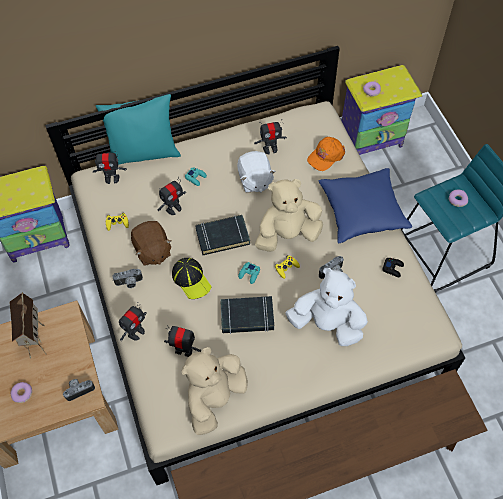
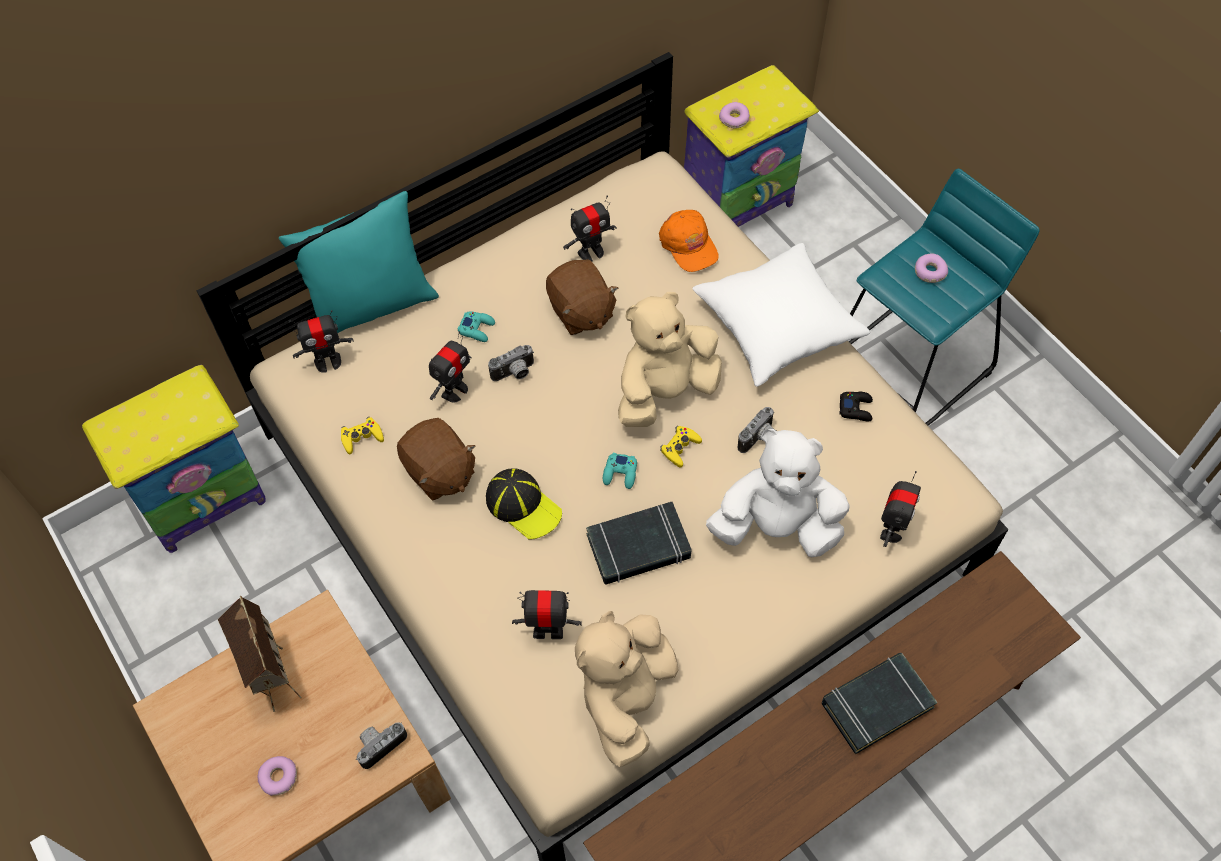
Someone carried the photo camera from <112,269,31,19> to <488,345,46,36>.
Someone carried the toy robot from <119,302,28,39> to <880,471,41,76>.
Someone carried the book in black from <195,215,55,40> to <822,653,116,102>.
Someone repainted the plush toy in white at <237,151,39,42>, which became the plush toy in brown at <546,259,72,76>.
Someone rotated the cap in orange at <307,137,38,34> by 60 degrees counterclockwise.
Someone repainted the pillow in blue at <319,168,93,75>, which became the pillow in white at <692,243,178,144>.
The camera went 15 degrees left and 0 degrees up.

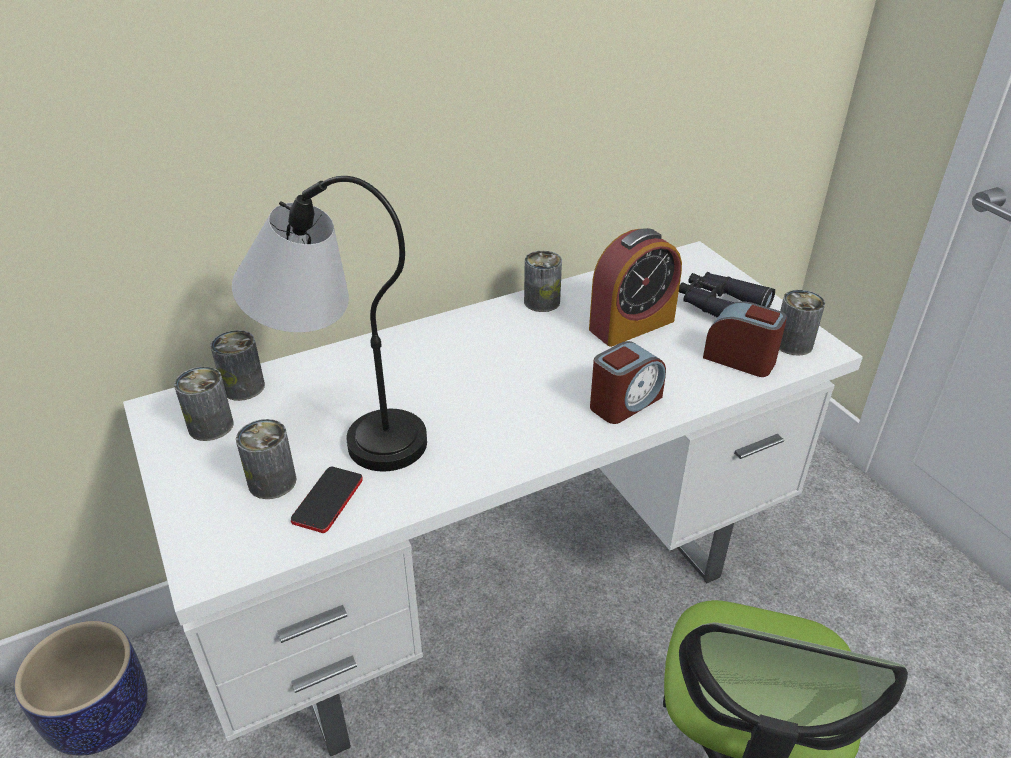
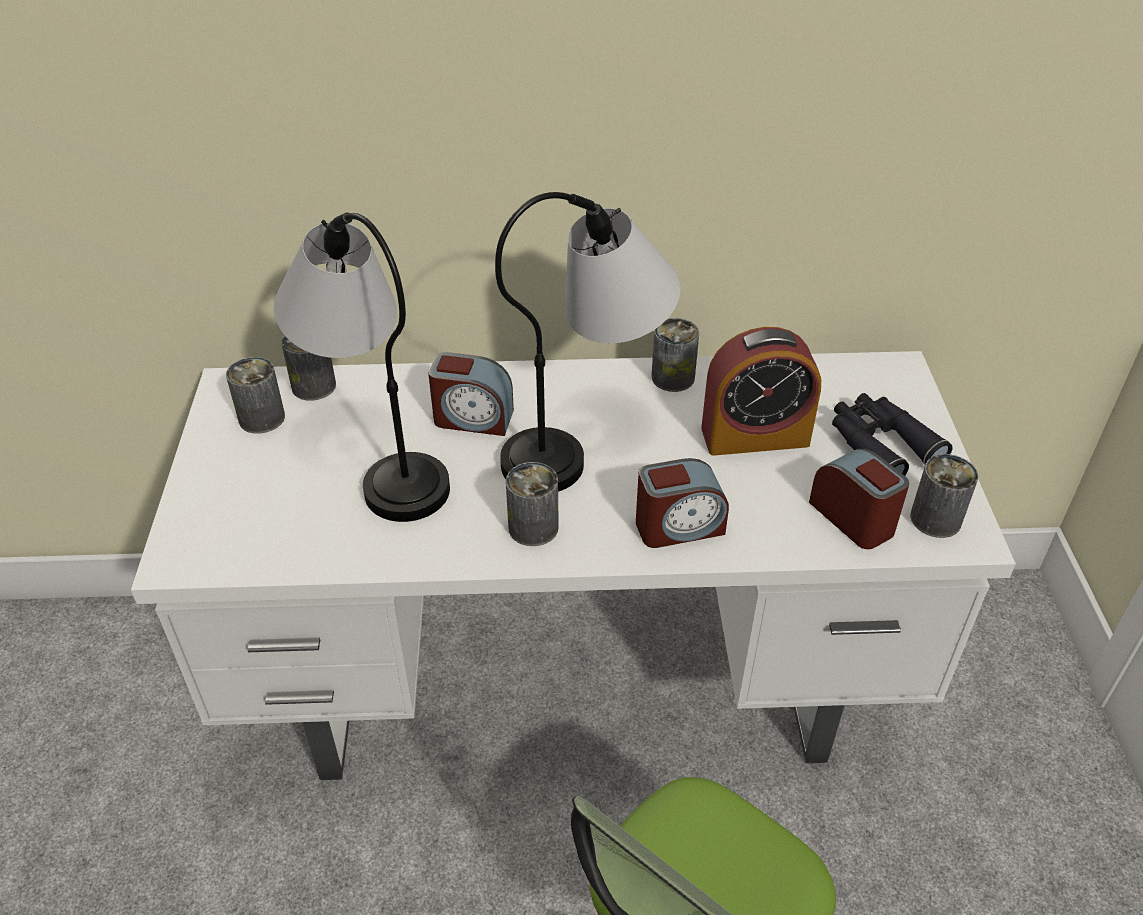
Someone took away the planter at <14,621,134,135>.
Someone carried the can from <236,419,61,80> to <506,462,53,84>.
Someone took away the phone at <291,466,72,67>.
Someone put down the alarm clock at <428,352,86,84>.
Someone put down the table lamp at <495,192,186,300>.
The camera went 25 degrees right and 5 degrees up.

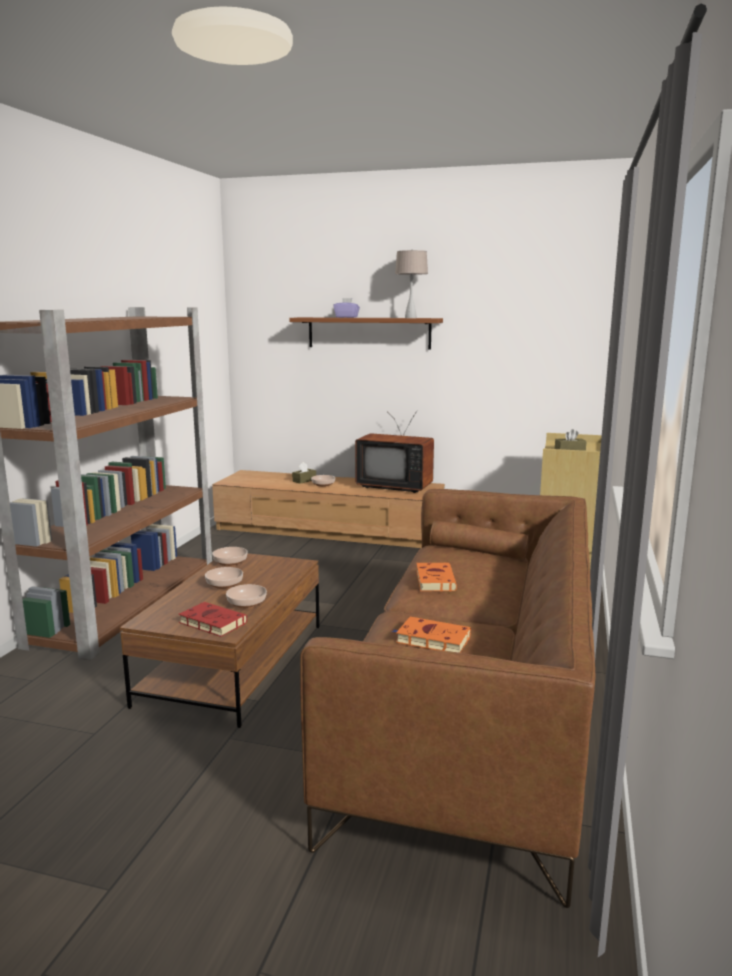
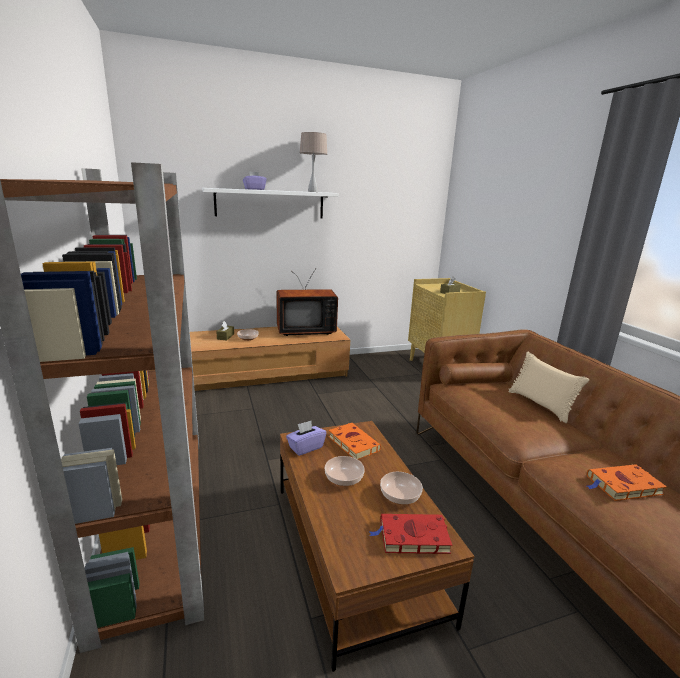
Someone swapped the bowl at <212,547,36,19> for the tissue box in purple at <286,421,41,35>.
Someone repainted the shelf in brown at <289,317,154,33>, which became the shelf in white at <203,188,136,30>.
Someone carried the book in orange from <416,563,41,29> to <328,423,53,36>.
Someone put down the pillow in beige at <509,352,80,71>.
The camera went 35 degrees left and 5 degrees up.

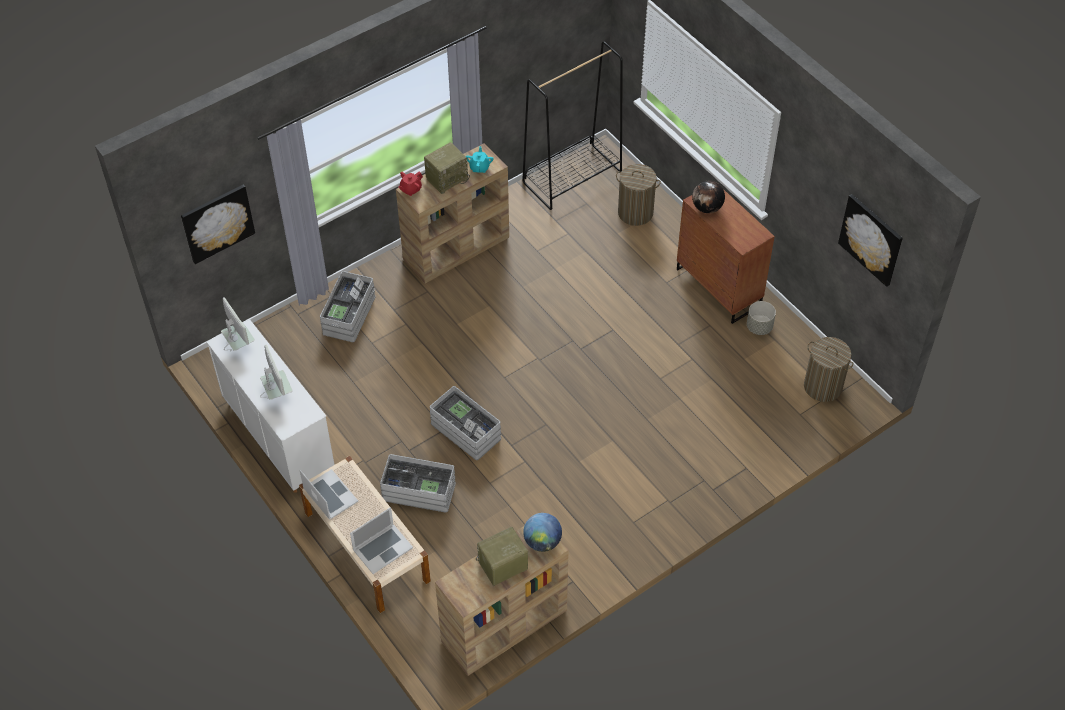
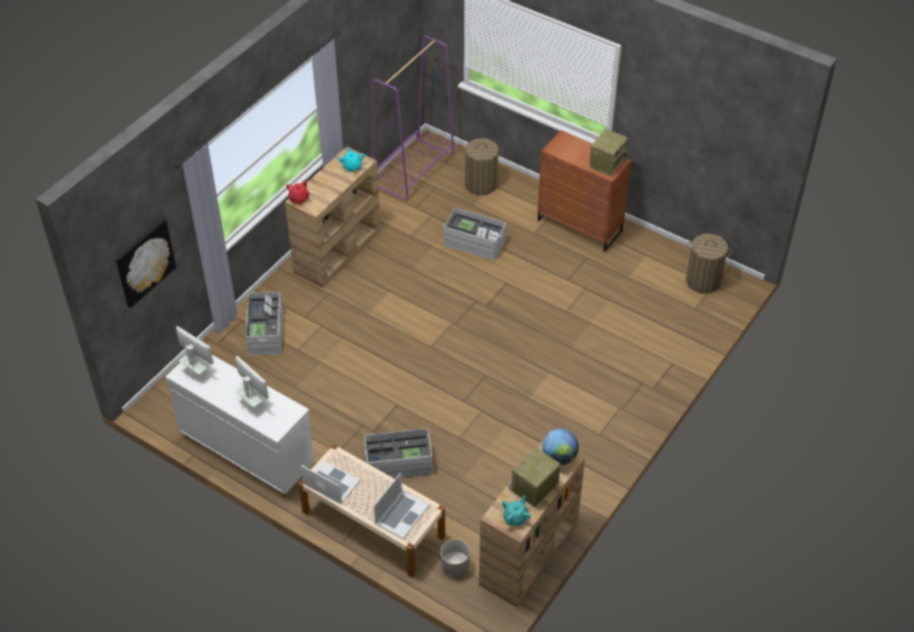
Someone carried the radio from <424,142,46,52> to <590,129,38,47>.
Someone carried the storage box in grey from <430,386,71,74> to <443,208,63,52>.
Someone repainted the clothes rack in black at <522,41,101,169>, which became the clothes rack in purple at <372,35,82,165>.
Someone took away the globe at <692,181,33,32>.
Someone carried the planter in grey from <747,301,29,34> to <441,539,29,38>.
Someone took away the picture at <838,194,65,93>.
Someone put down the teapot in turquoise at <502,496,29,31>.
The camera went 20 degrees left and 5 degrees down.

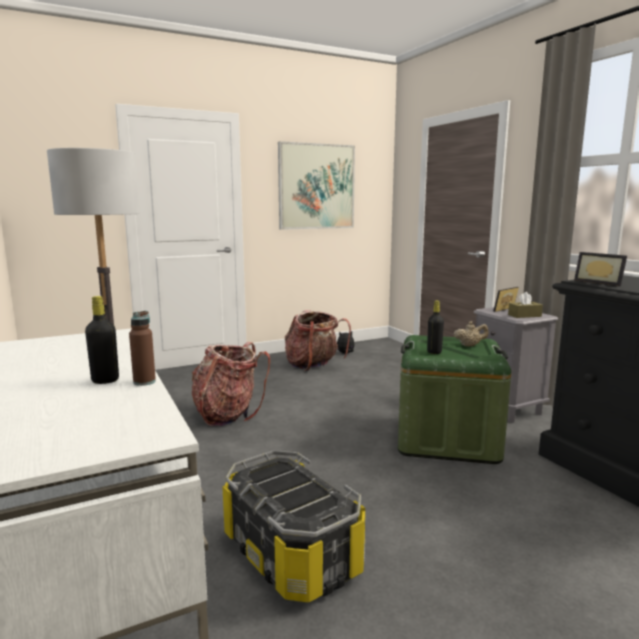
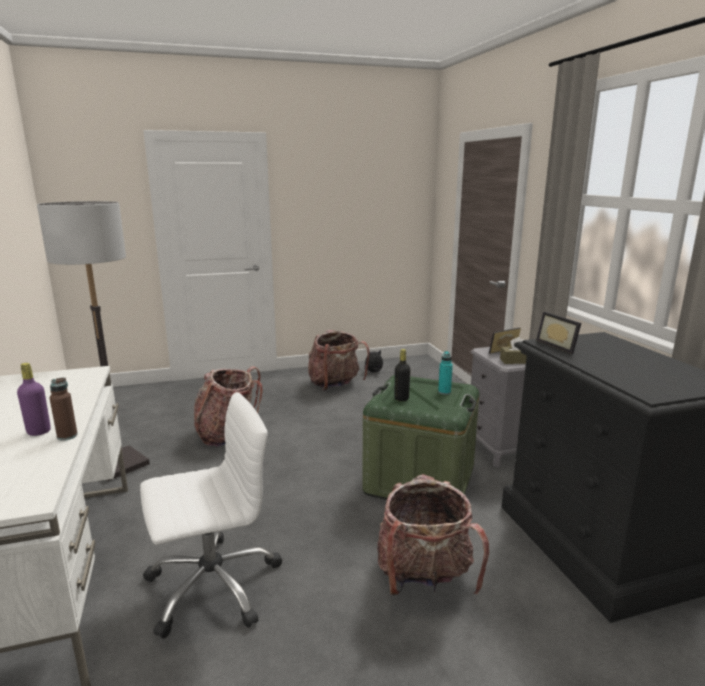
Someone repainted the bottle in black at <85,296,34,88>, which became the bottle in purple at <17,363,34,73>.
Someone swapped the storage box at <222,450,143,152> for the office chair in white at <140,392,142,246>.
Someone took away the picture at <278,141,77,89>.
Someone swapped the teapot in beige at <454,321,34,26> for the bottle in turquoise at <438,351,15,44>.
Someone put down the backpack at <377,474,112,121>.
The camera went 10 degrees right and 5 degrees up.

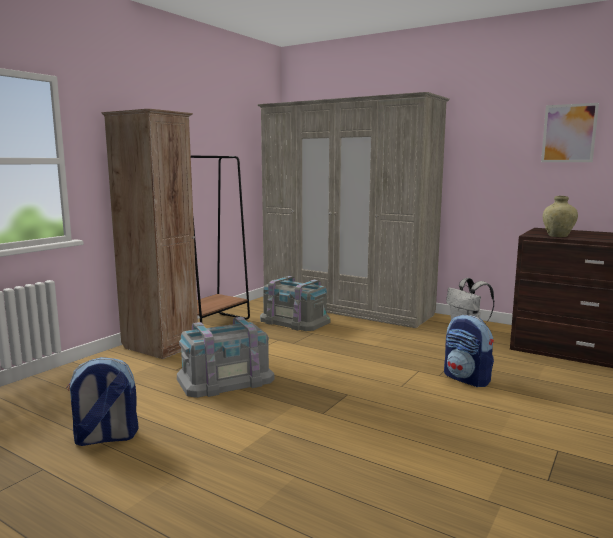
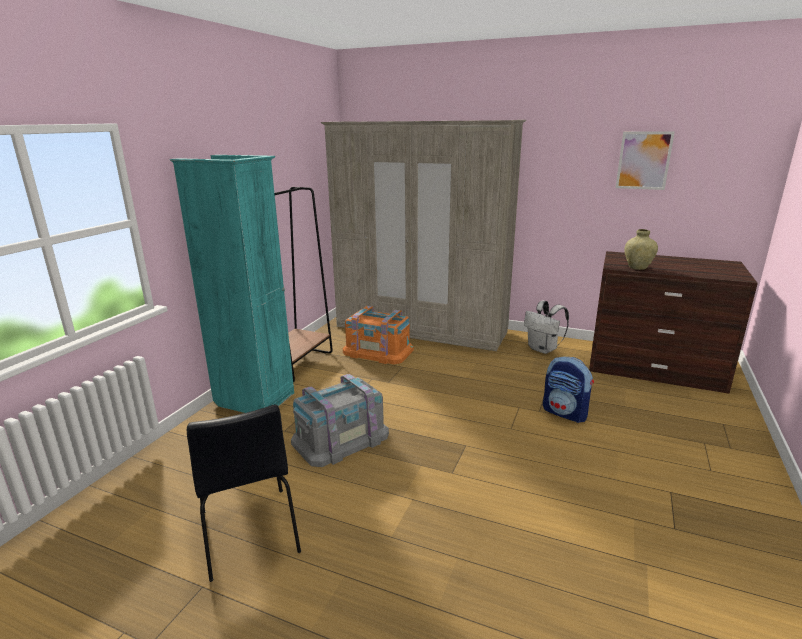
Someone swapped the backpack at <67,357,72,89> for the chair in black at <187,405,114,177>.
Someone repainted the cabinet in brown at <101,109,97,250>, which became the cabinet in turquoise at <170,155,124,258>.
Someone repainted the storage box in grey at <260,276,71,55>, which became the storage box in orange at <343,306,71,58>.
The camera went 10 degrees left and 10 degrees up.

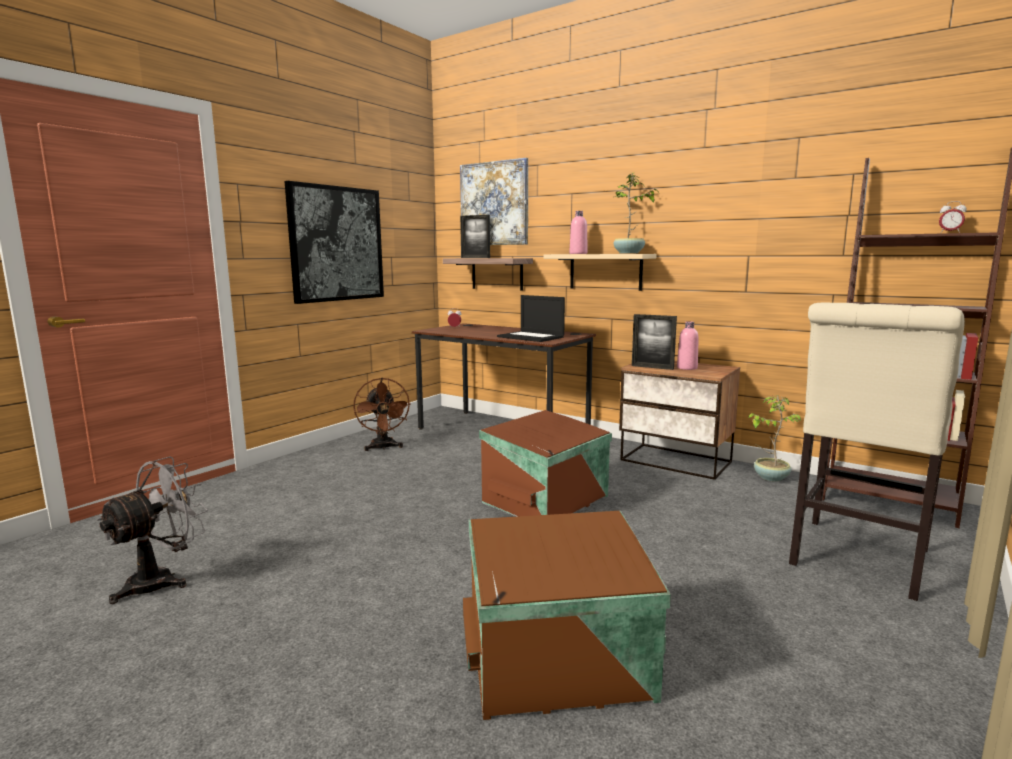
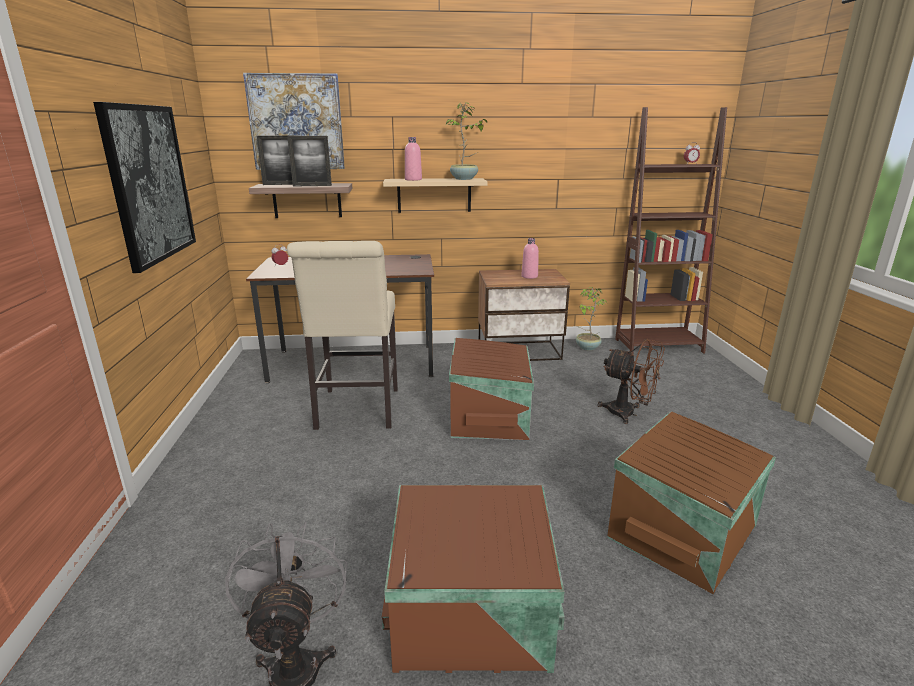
Someone carried the fan in brown from <353,378,57,73> to <598,339,67,85>.
Someone took away the laptop at <497,295,68,47>.
Someone carried the picture frame from <632,314,45,56> to <287,136,45,51>.
Someone carried the stool in beige from <789,303,176,298> to <287,241,111,189>.
Someone put down the storage box in brown at <382,485,183,188>.
The camera went 40 degrees left and 10 degrees up.

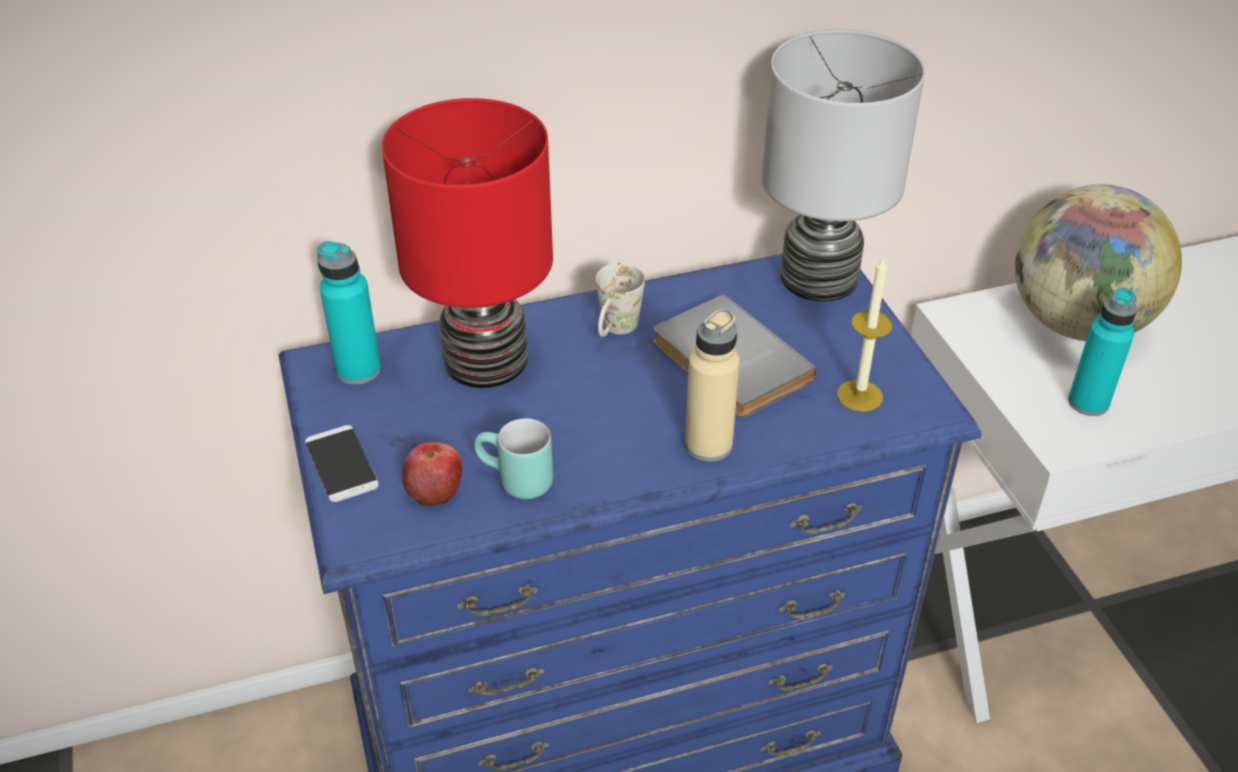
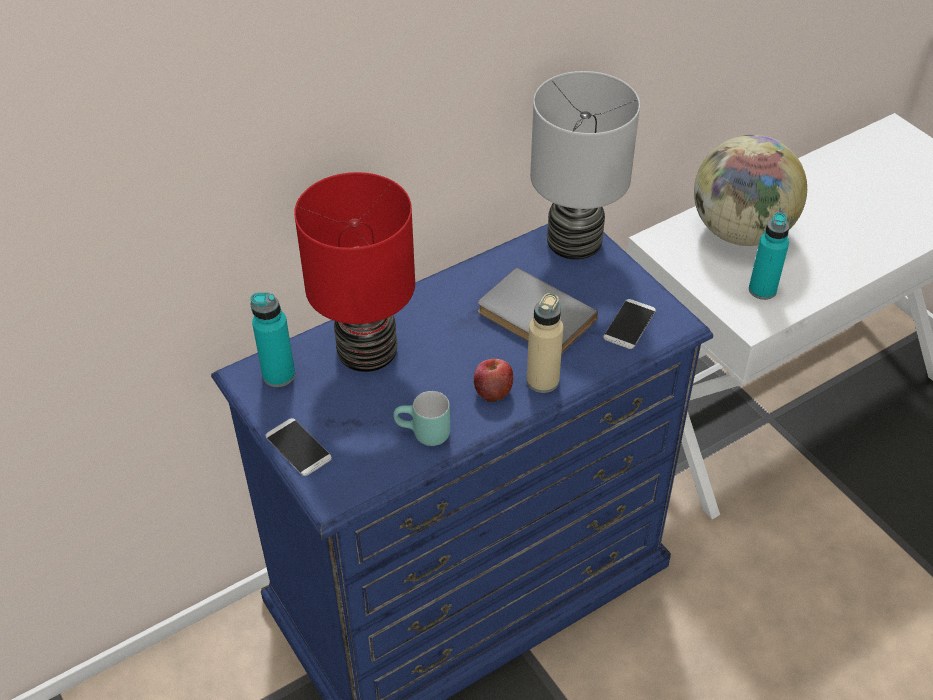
Someone carried the apple from <402,442,60,65> to <474,359,39,43>.
Someone took away the mug in white at <596,263,49,74>.
Someone swapped the candle at <837,256,56,156> for the phone at <603,299,53,50>.
The camera went 15 degrees left and 5 degrees up.

